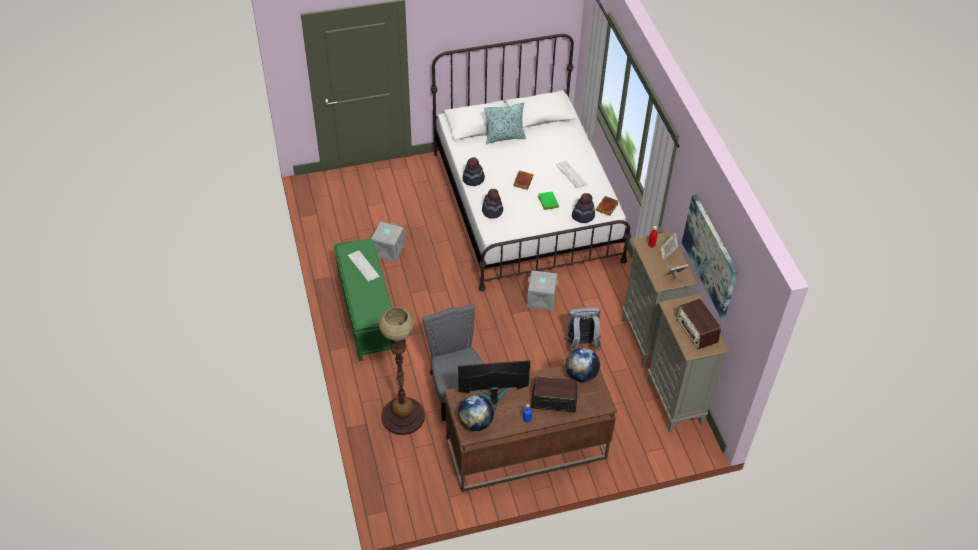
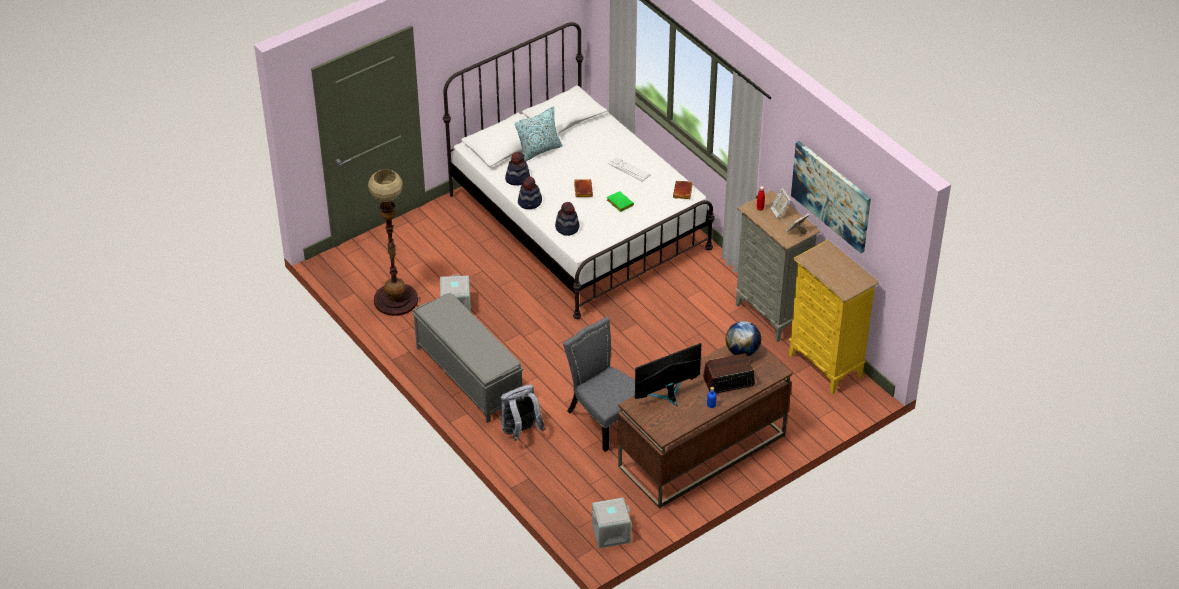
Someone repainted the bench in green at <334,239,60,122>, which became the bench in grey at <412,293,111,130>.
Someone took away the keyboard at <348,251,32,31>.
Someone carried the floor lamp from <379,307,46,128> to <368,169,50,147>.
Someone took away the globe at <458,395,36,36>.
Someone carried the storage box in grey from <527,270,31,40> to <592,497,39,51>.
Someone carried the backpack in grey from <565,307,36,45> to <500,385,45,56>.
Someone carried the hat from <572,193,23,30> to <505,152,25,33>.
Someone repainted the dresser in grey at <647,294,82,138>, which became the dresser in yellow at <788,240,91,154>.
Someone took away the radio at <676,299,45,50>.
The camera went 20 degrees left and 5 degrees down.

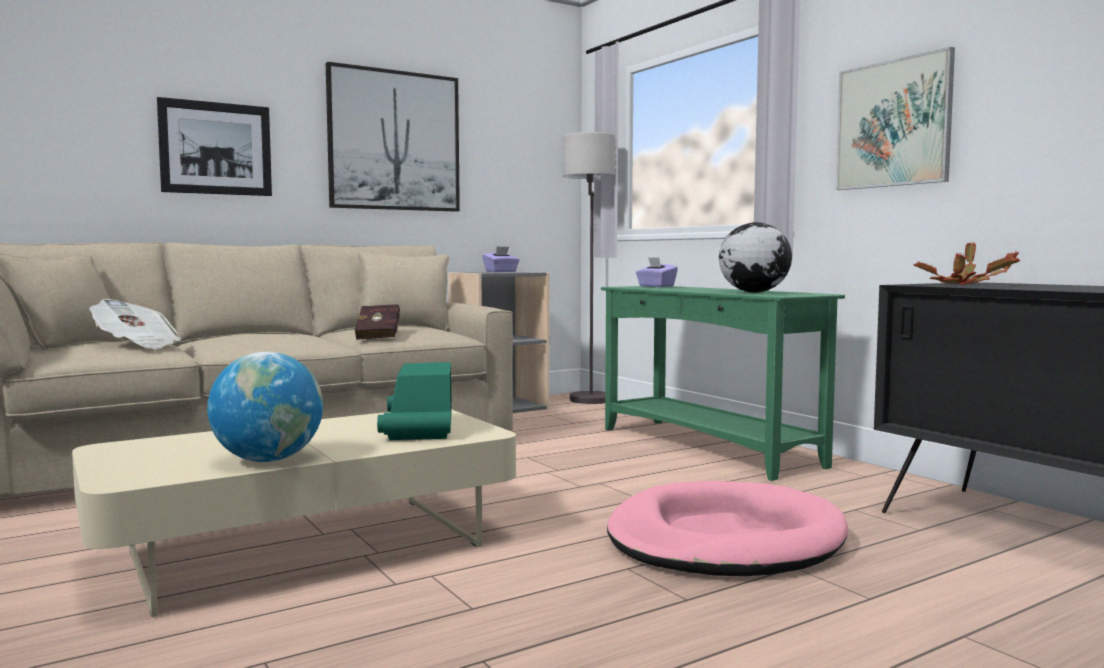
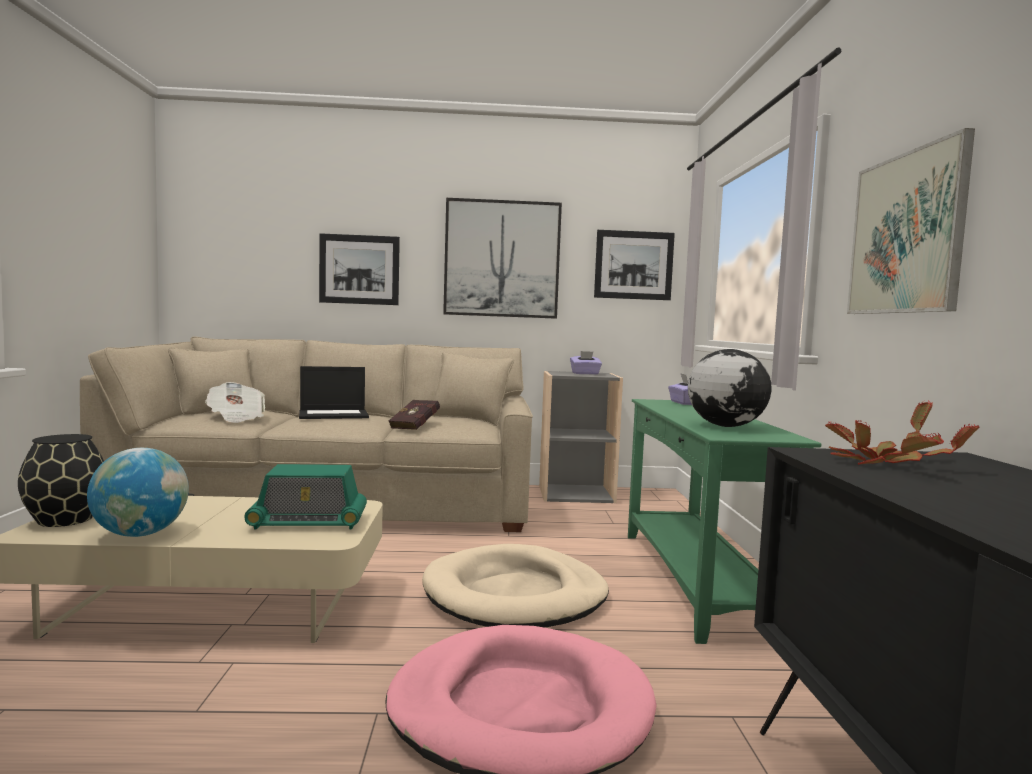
Someone rotated the radio at <377,362,75,78> by 120 degrees counterclockwise.
Someone took away the floor lamp in grey at <563,132,52,272>.
Someone put down the vase in black at <18,434,86,93>.
Someone put down the laptop at <299,366,70,53>.
Someone put down the dog bed in beige at <422,544,187,83>.
Someone put up the picture at <594,230,81,70>.
The camera went 30 degrees right and 0 degrees up.

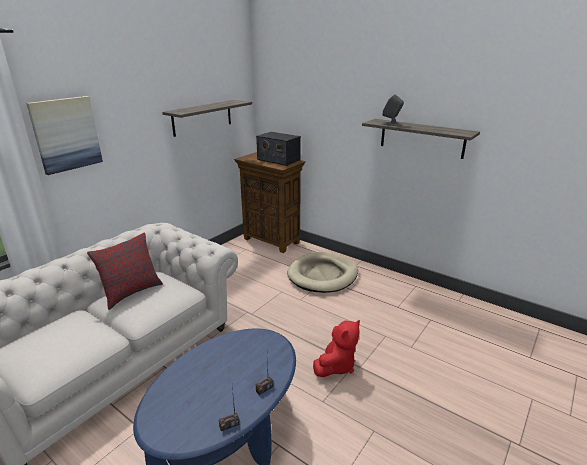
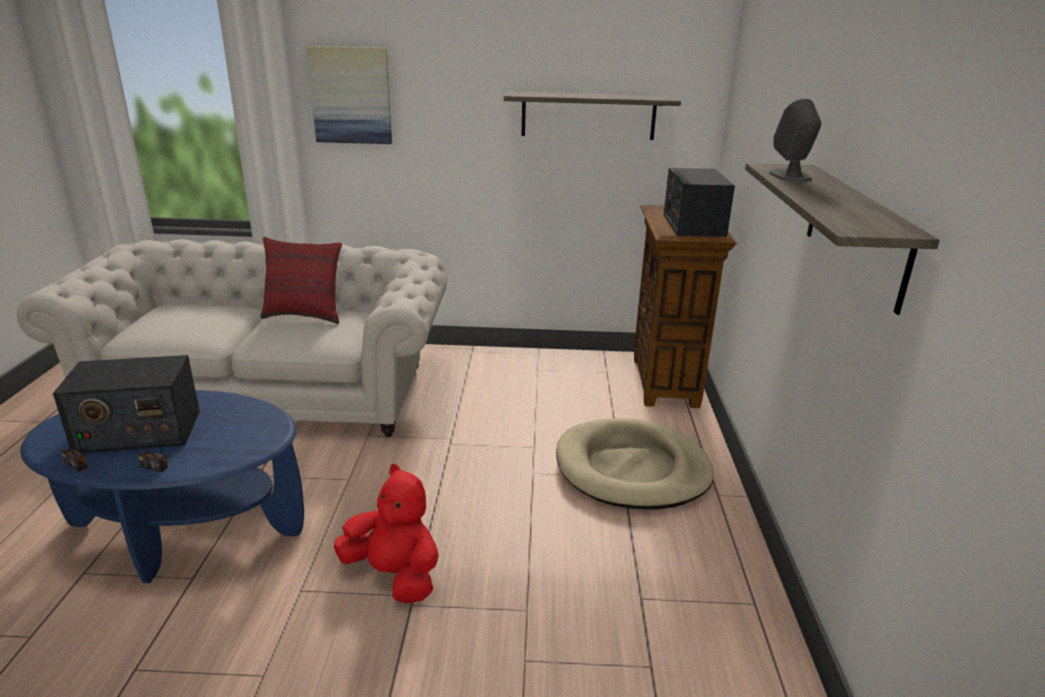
Someone rotated the plush toy in red at <313,320,47,57> by 150 degrees counterclockwise.
Someone put down the radio at <53,355,147,98>.
The camera went 55 degrees right and 0 degrees up.

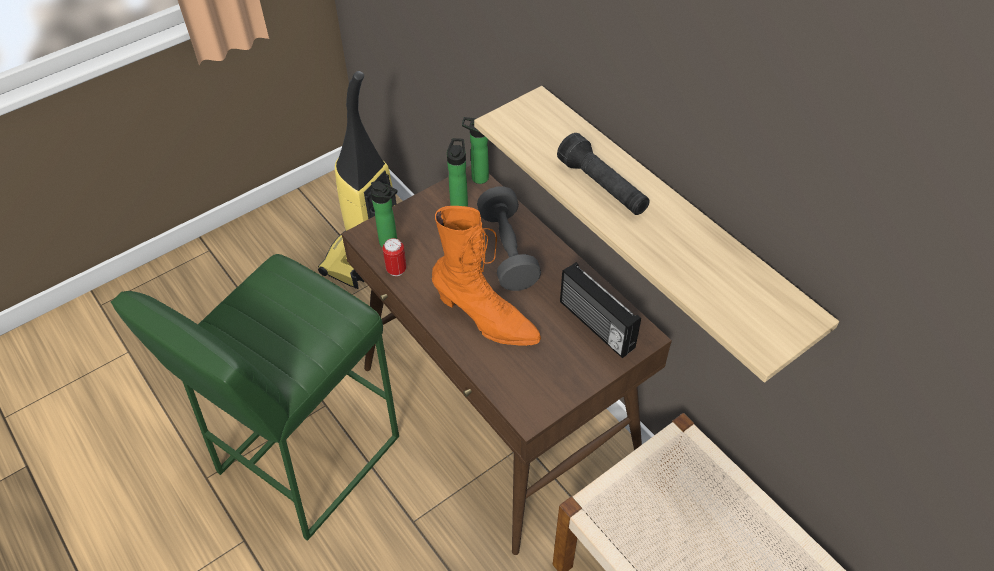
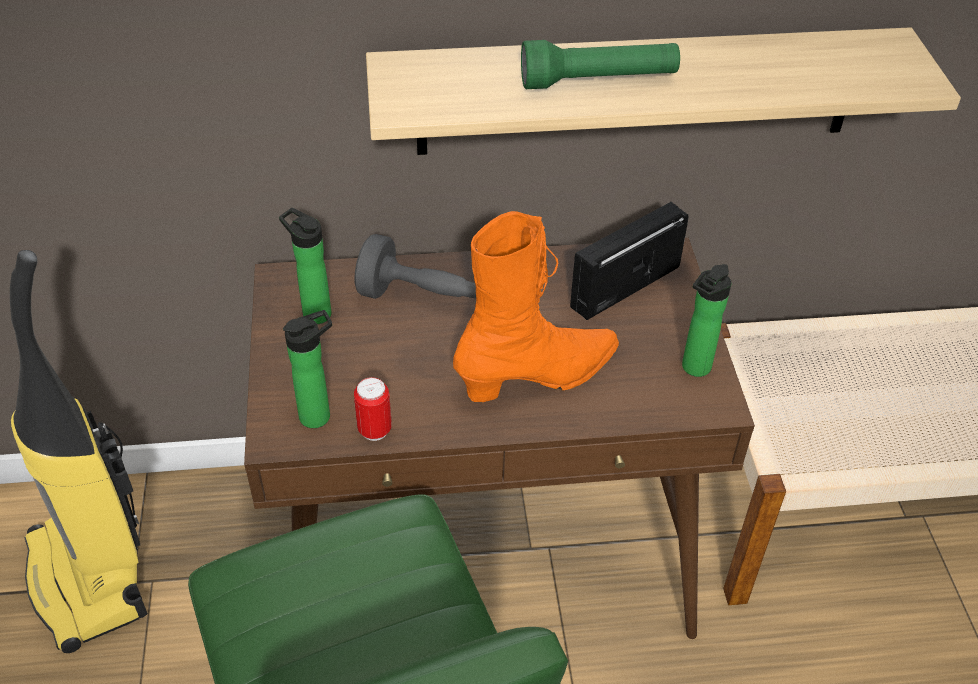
Someone carried the bottle from <462,117,27,67> to <682,264,50,113>.
Someone repainted the flashlight in black at <557,133,93,82>, which became the flashlight in green at <521,40,159,49>.
Someone rotated the radio at <560,262,81,96> by 150 degrees clockwise.
The camera went 60 degrees left and 5 degrees down.

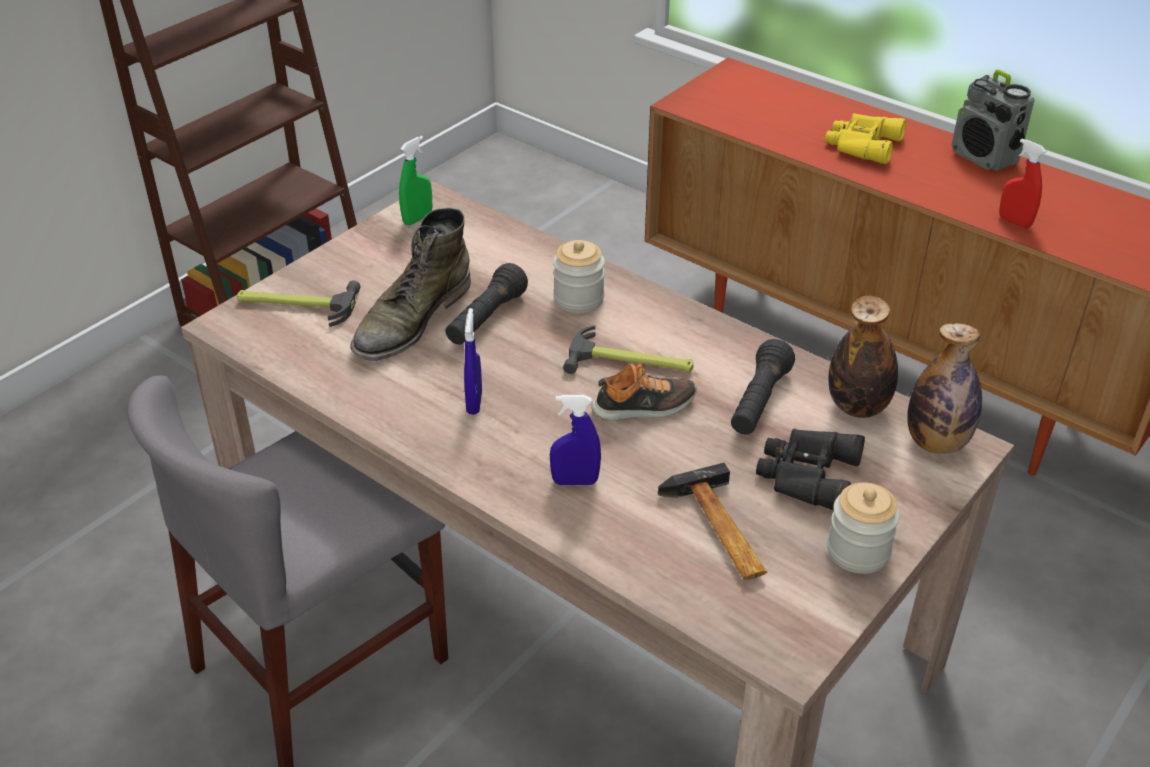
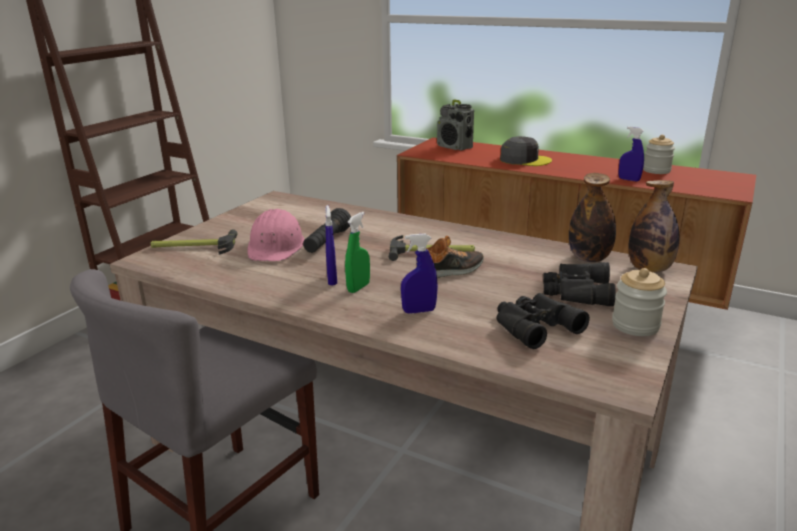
Someone swapped the boot in green at <350,208,121,153> for the hard hat in pink at <247,209,58,52>.
Someone carried the spray bottle in green from <399,136,33,89> to <345,212,25,81>.
Someone carried the jar from <553,240,52,73> to <643,135,32,39>.
Someone swapped the hammer at <658,463,109,117> for the binoculars in black at <496,293,94,56>.
Someone took away the flashlight in black at <731,339,64,96>.
Someone swapped the binoculars in yellow at <825,113,81,51> for the cap in grey at <500,136,52,30>.
Someone carried the radio from <952,69,82,102> to <437,100,37,50>.
Someone repainted the spray bottle in red at <999,139,47,89>, which became the spray bottle in blue at <619,127,25,55>.
The camera went 10 degrees left and 15 degrees down.

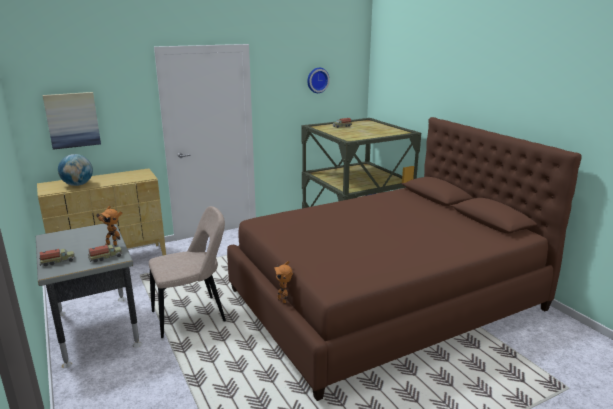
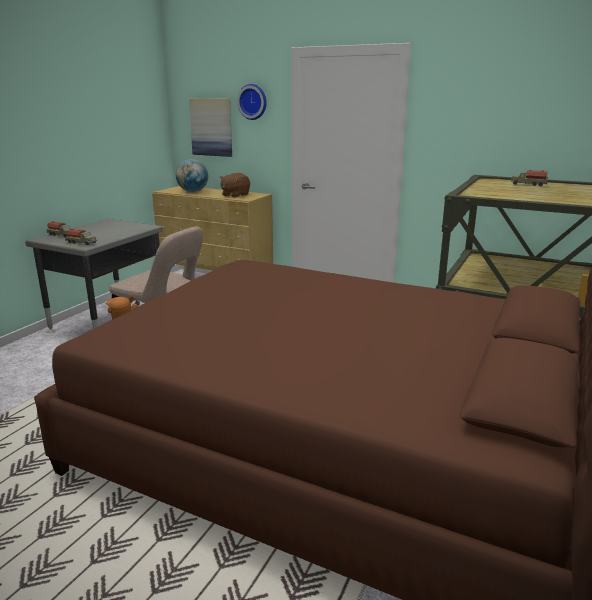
Someone took away the toy robot at <97,206,25,40>.
Someone carried the wall clock from <307,68,23,25> to <237,84,30,36>.
Someone put down the plush toy in brown at <220,173,30,24>.
The camera went 55 degrees right and 0 degrees up.

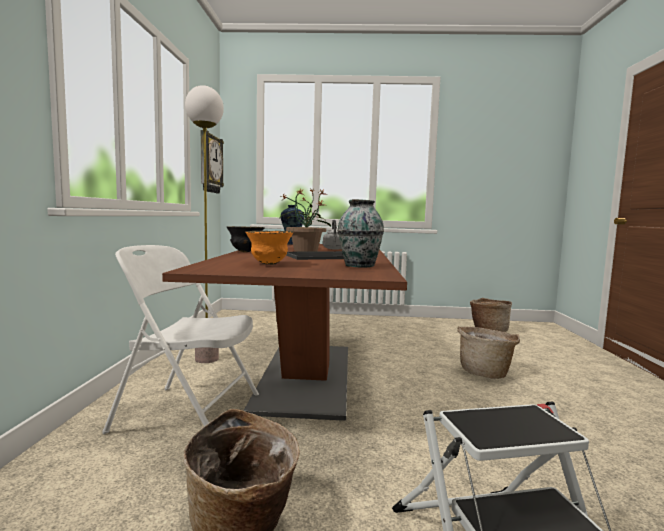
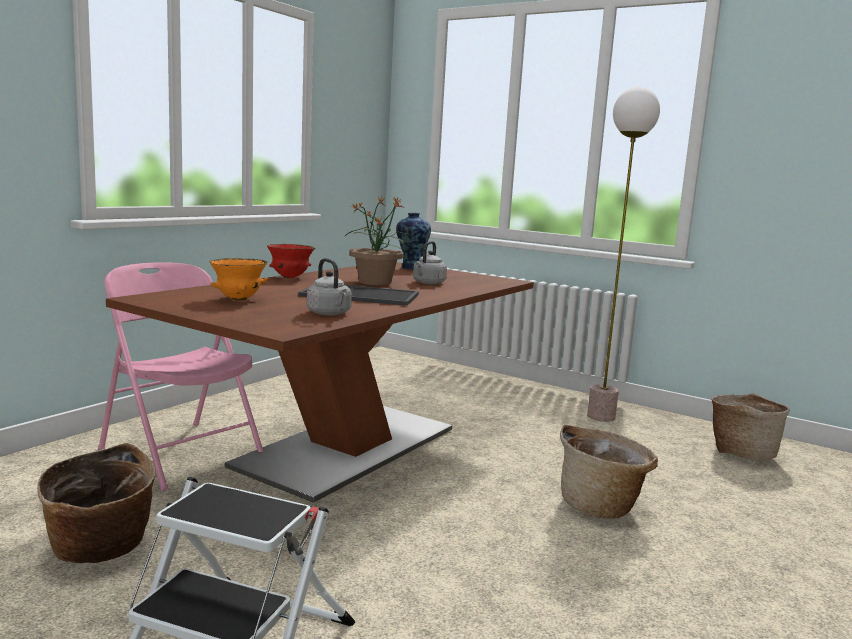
Someone repainted the chair in white at <103,245,156,189>, which became the chair in pink at <98,262,165,229>.
Someone carried the floor lamp from <185,85,39,278> to <587,87,73,335>.
Someone took away the wall clock at <201,130,23,63>.
Someone repainted the bowl in black at <226,226,39,26>, which became the bowl in red at <267,244,48,34>.
Someone swapped the vase at <337,199,47,69> for the kettle in grey at <307,258,45,58>.
The camera went 30 degrees right and 5 degrees up.

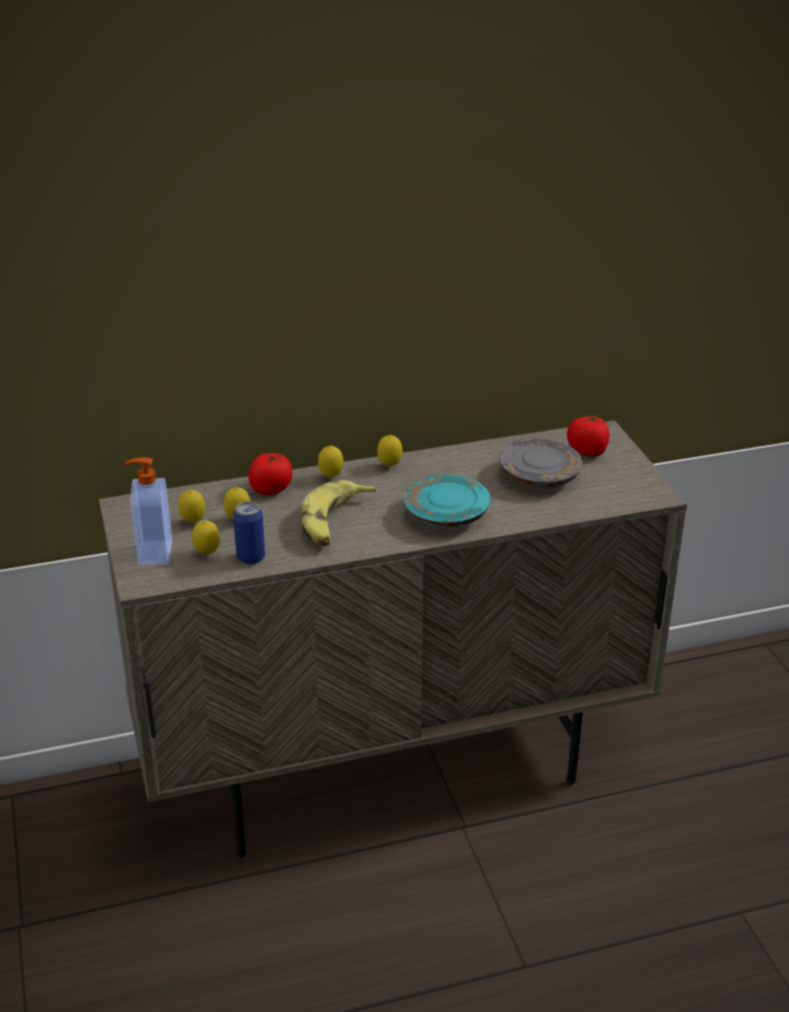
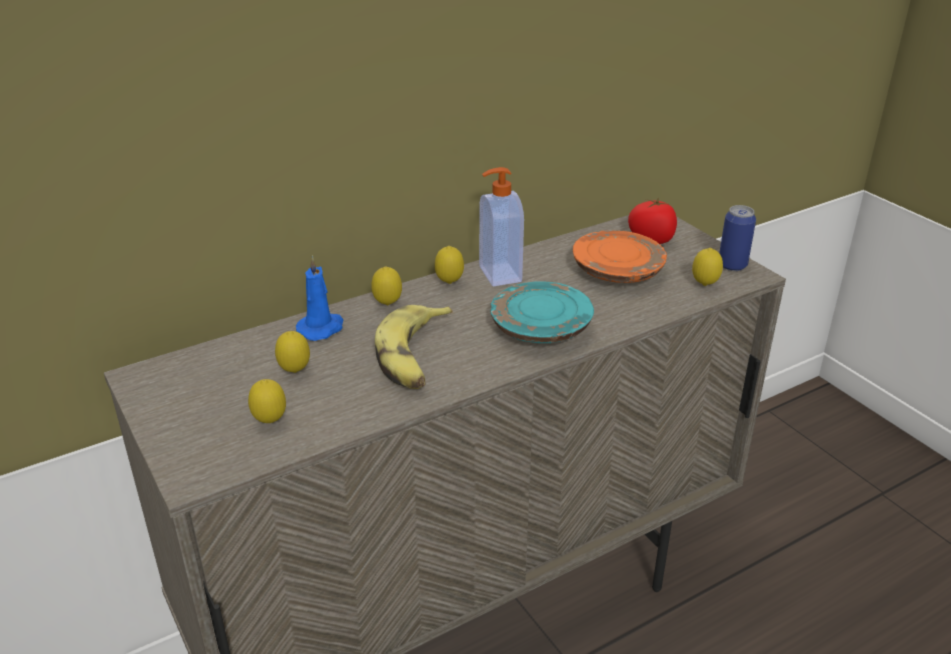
Someone carried the soap dispenser from <125,457,47,108> to <479,167,45,119>.
Someone carried the lemon from <178,490,27,33> to <692,248,31,38>.
Someone carried the can from <233,501,32,63> to <719,205,37,66>.
Someone swapped the tomato at <249,453,43,42> for the candle in blue at <296,255,47,86>.
Someone repainted the plate in grey at <499,438,84,50>, which became the plate in orange at <573,230,94,53>.
The camera went 15 degrees left and 0 degrees up.

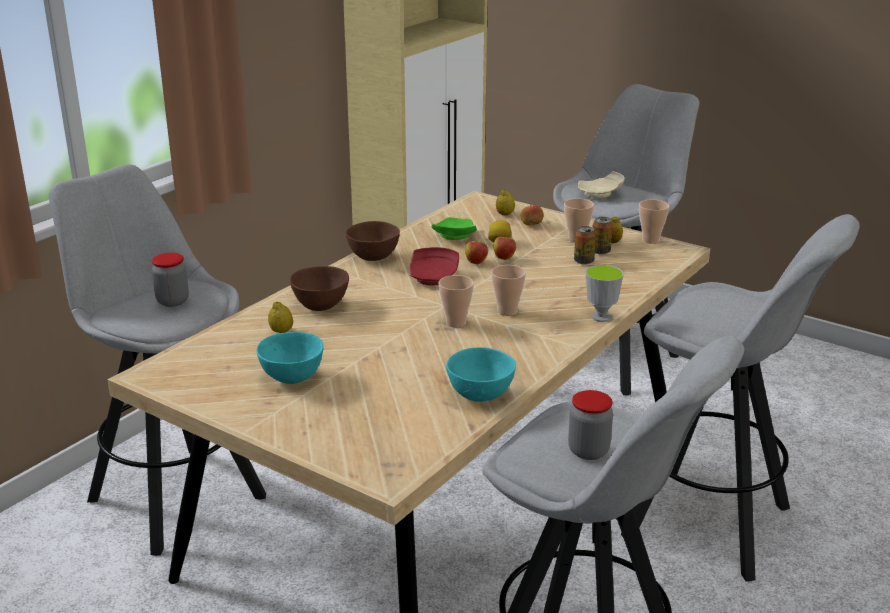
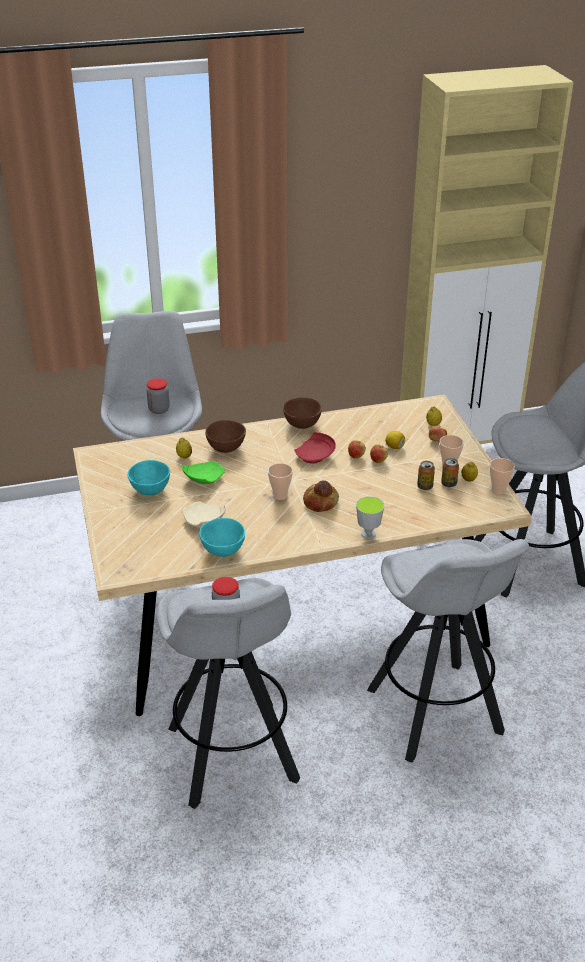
Someone carried the plate in green from <432,217,45,23> to <182,461,43,23>.
Someone swapped the cup at <491,265,35,51> for the bread at <303,481,36,31>.
Someone carried the plate in beige from <578,171,47,27> to <183,501,43,27>.
The camera went 40 degrees right and 10 degrees up.

